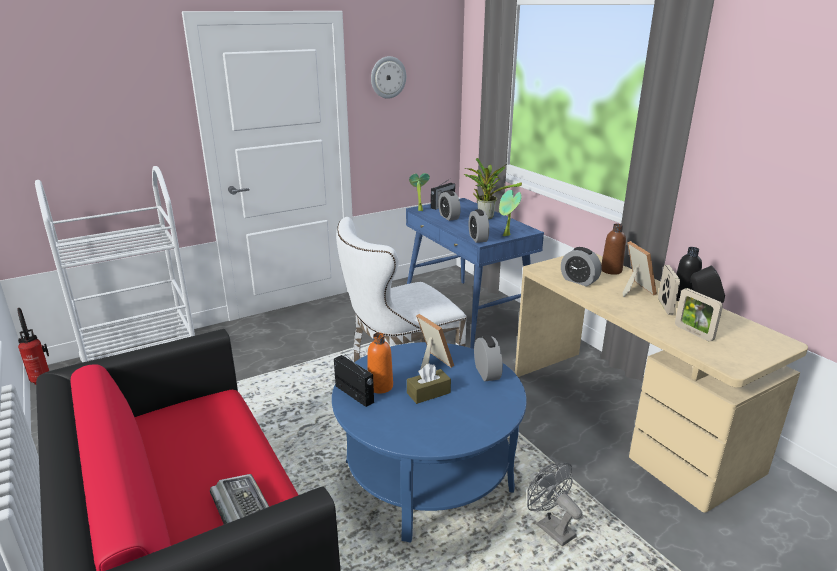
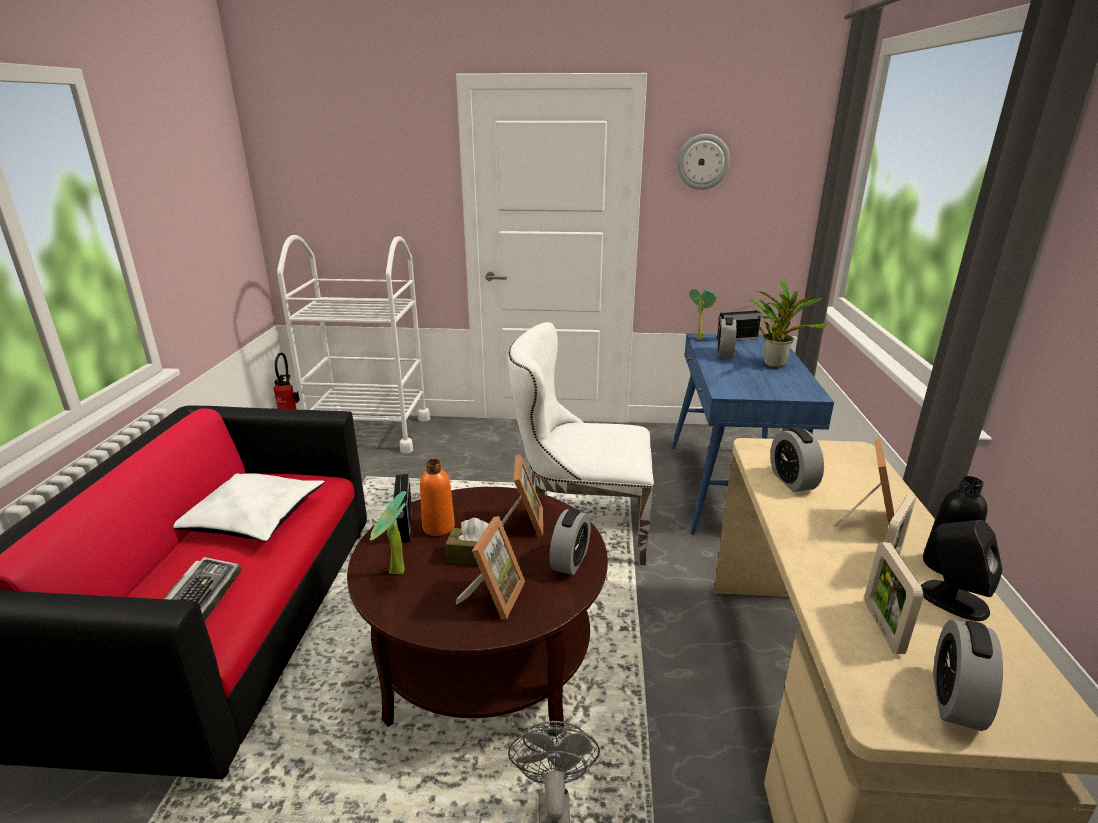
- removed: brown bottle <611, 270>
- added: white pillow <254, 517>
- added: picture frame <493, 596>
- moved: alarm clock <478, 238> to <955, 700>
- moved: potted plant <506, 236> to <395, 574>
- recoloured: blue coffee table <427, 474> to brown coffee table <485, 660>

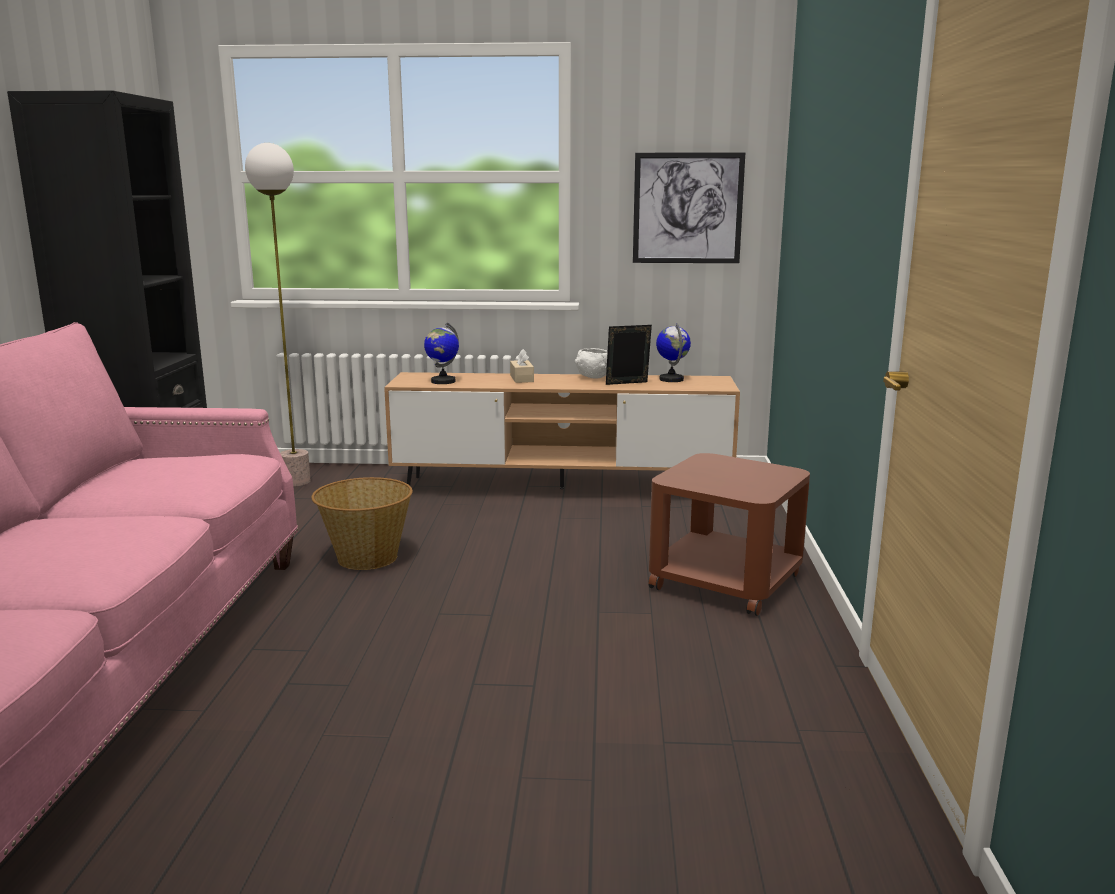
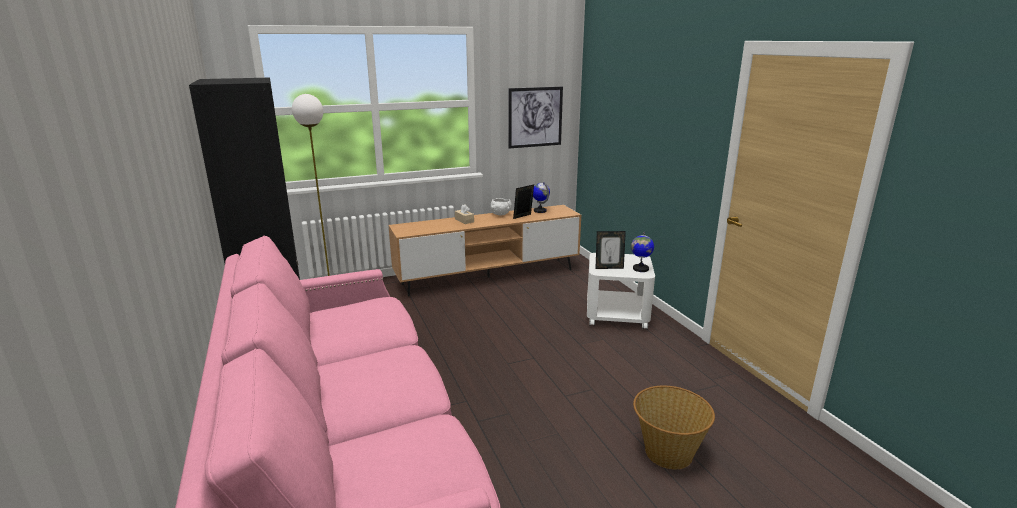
- added: picture frame <609, 267>
- moved: basket <366, 557> to <667, 452>
- moved: globe <443, 381> to <640, 269>
- recoloured: brown side table <725, 581> to white side table <616, 314>

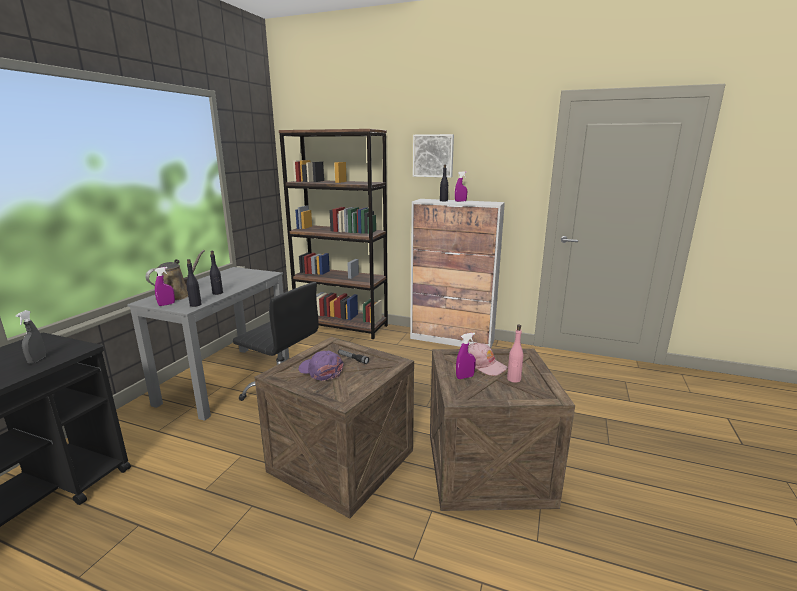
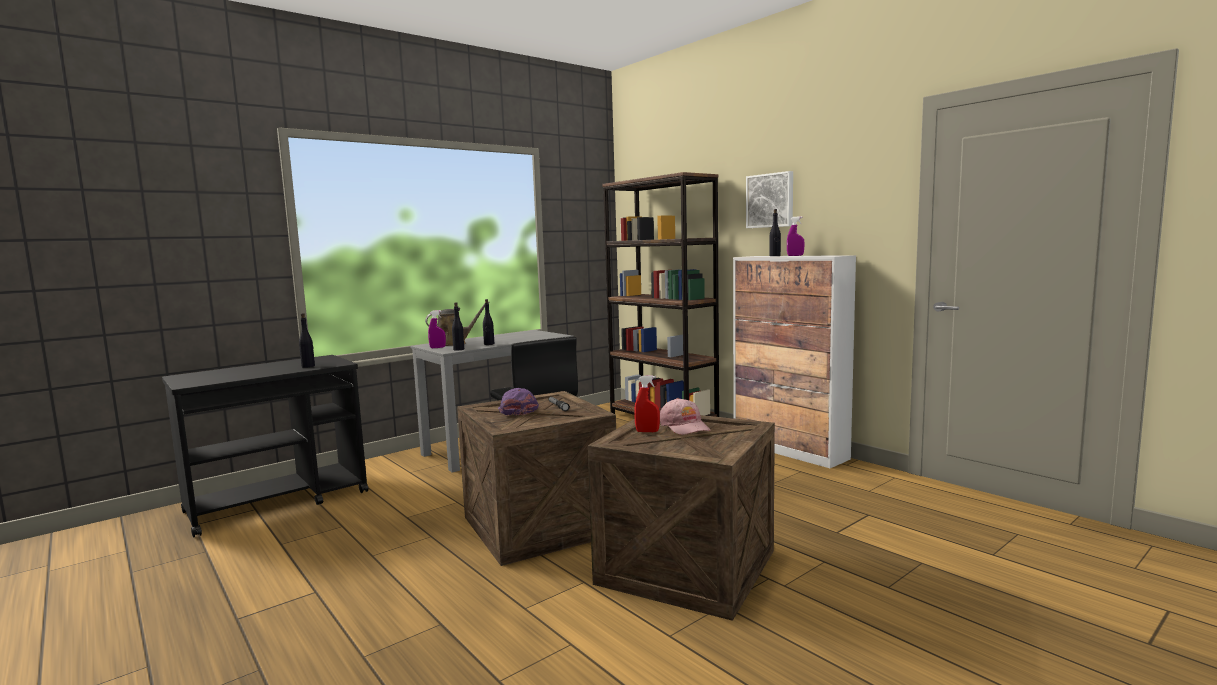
- removed: pink bottle <513, 379>
- replaced: grey spray bottle <37, 360> to black bottle <308, 366>
- recoloured: purple spray bottle <465, 377> to red spray bottle <647, 431>

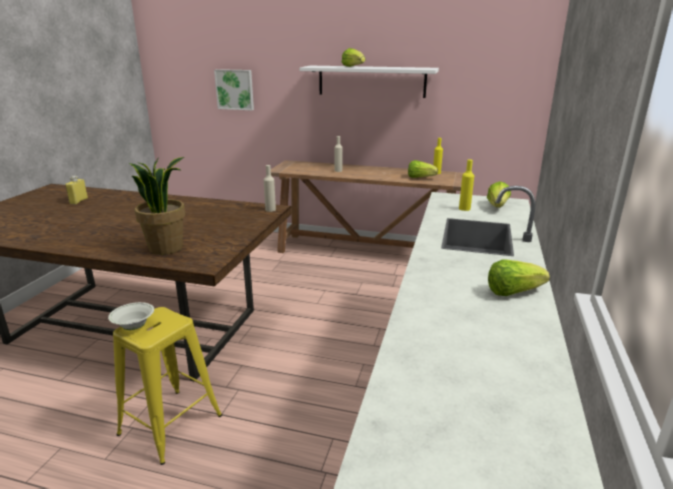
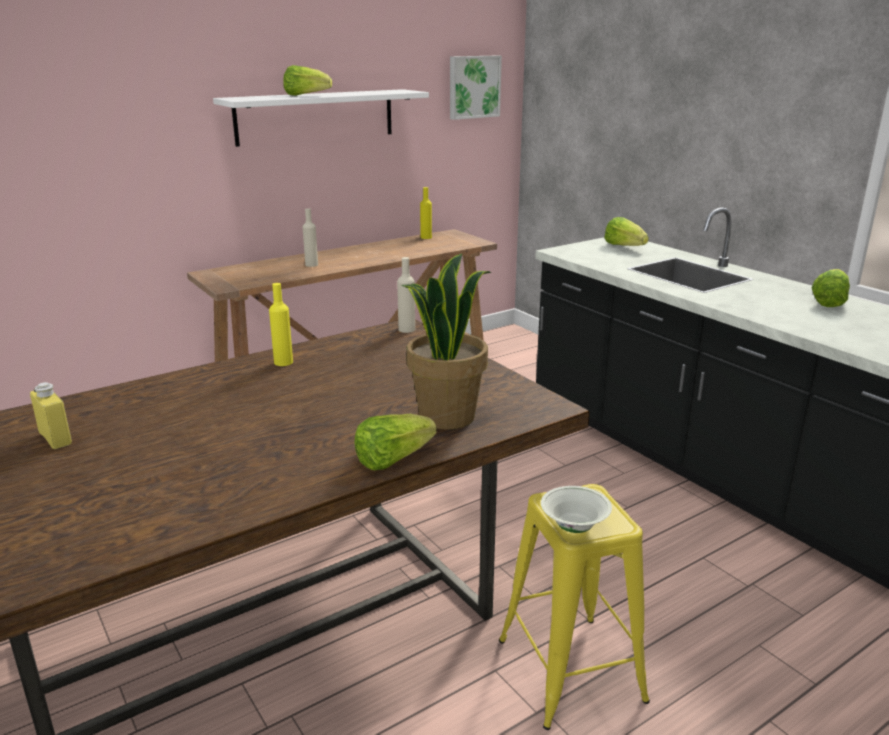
- moved: picture <235, 89> to <473, 87>
- moved: lettuce <420, 178> to <392, 459>
- moved: yellow bottle <464, 208> to <283, 362>

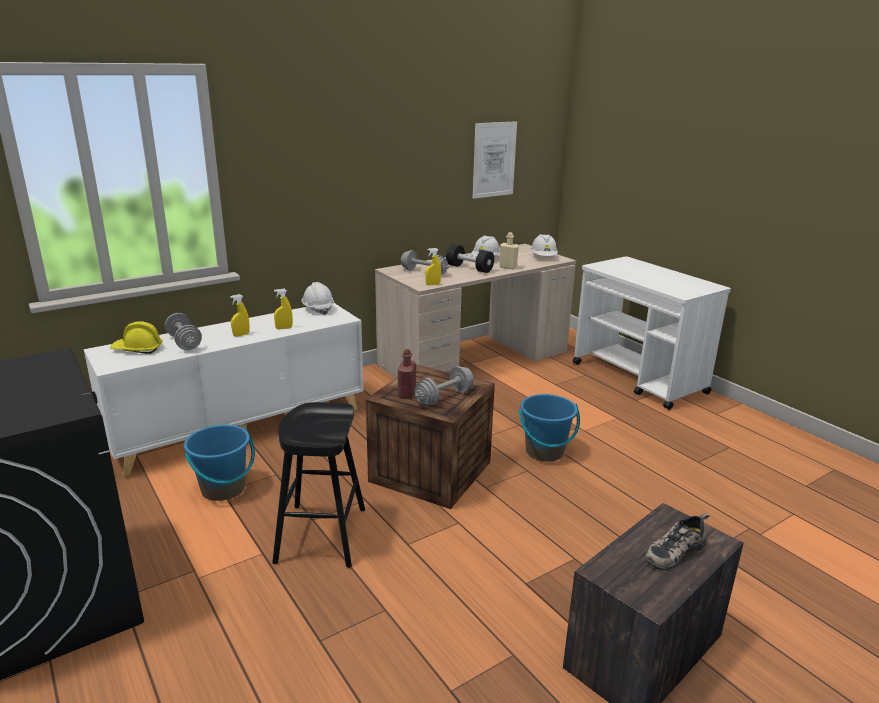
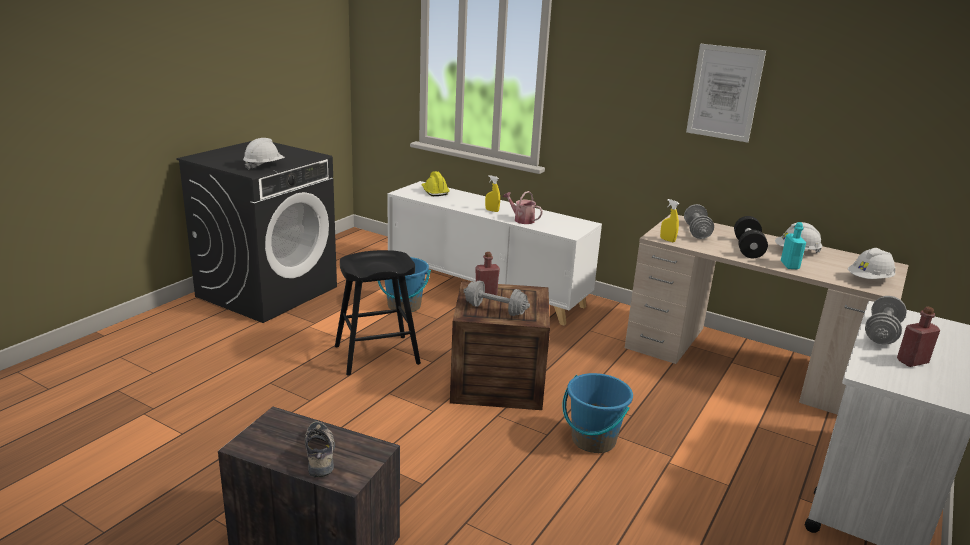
- added: red bottle <912, 361>
- moved: grey dumbbell <184, 342> to <881, 333>
- moved: white hard hat <318, 309> to <264, 166>
- moved: picture <494, 159> to <724, 93>
- replaced: yellow spray bottle <284, 328> to watering can <521, 219>
- recoloured: beige bottle <508, 267> to turquoise bottle <789, 265>
- turned: shoe <674, 550> = <321, 454> 45 degrees clockwise

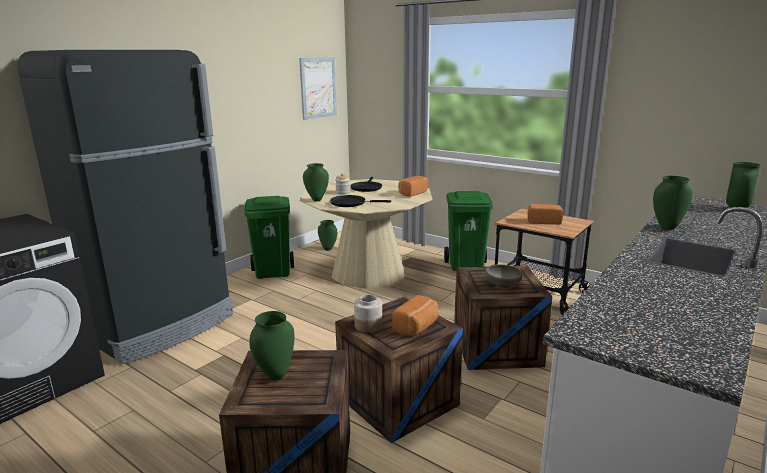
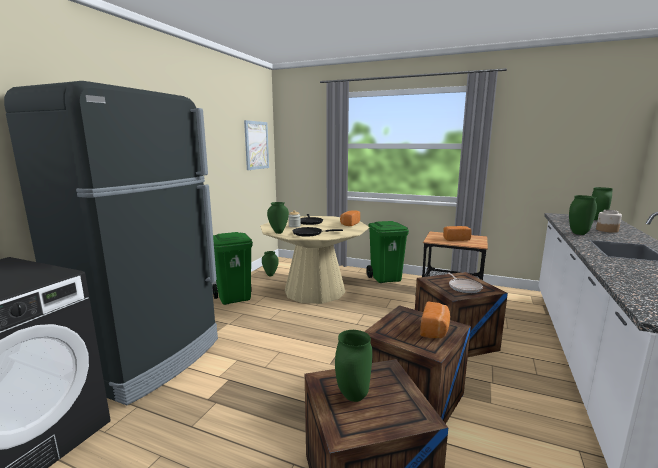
- moved: jar <368, 325> to <607, 230>
- replaced: grey bowl <502, 284> to frying pan <464, 287>

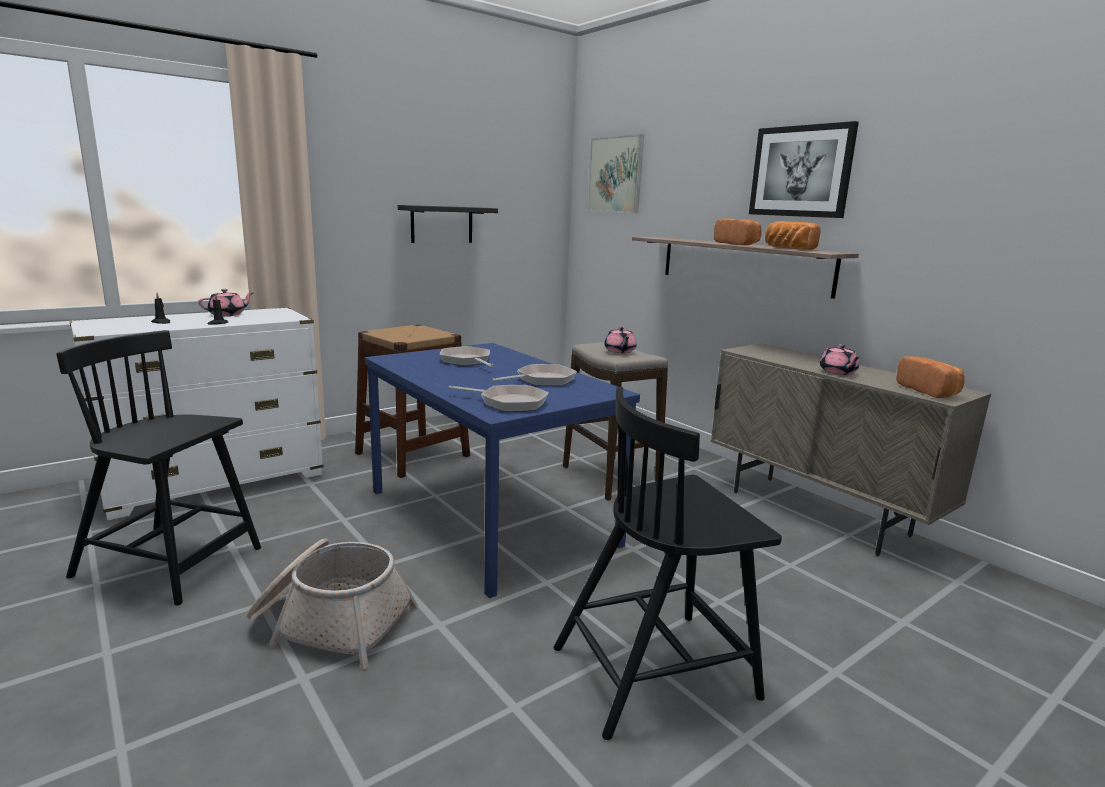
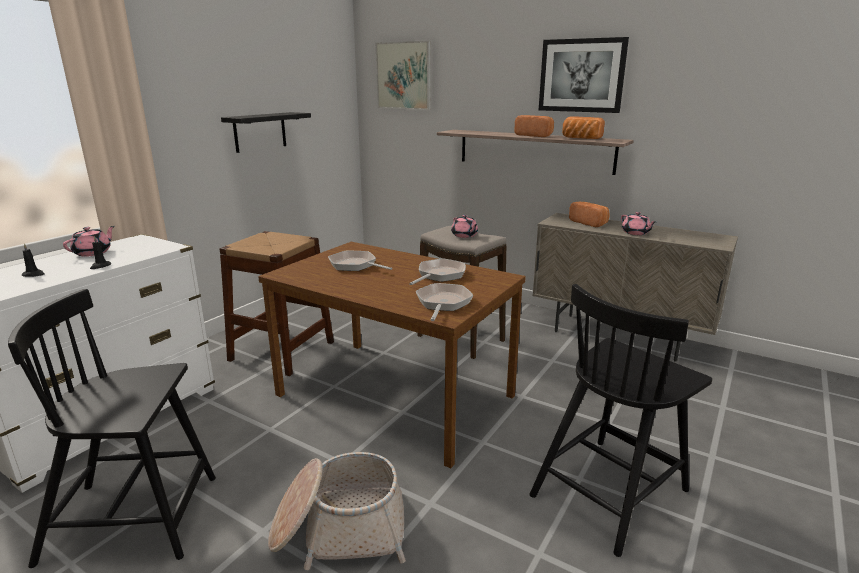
- moved: bread <930, 391> to <590, 223>
- recoloured: blue dining table <488, 516> to brown dining table <393, 395>
- turned: frying pan <509, 402> = <442, 303> 75 degrees counterclockwise

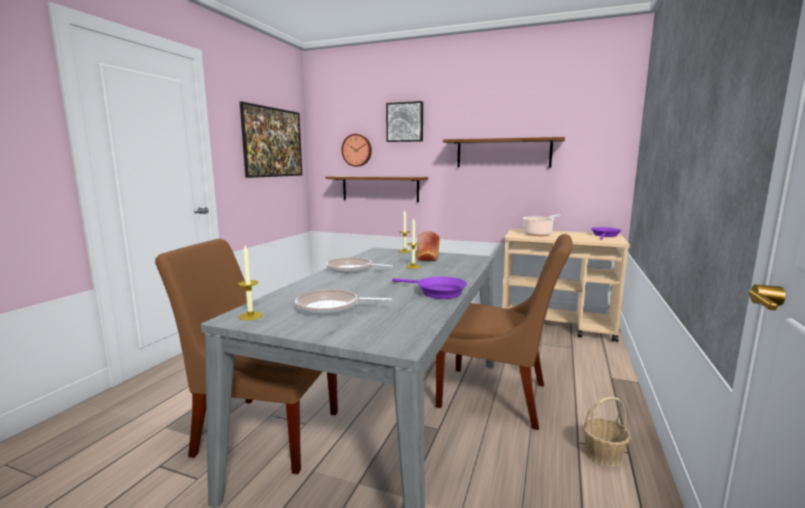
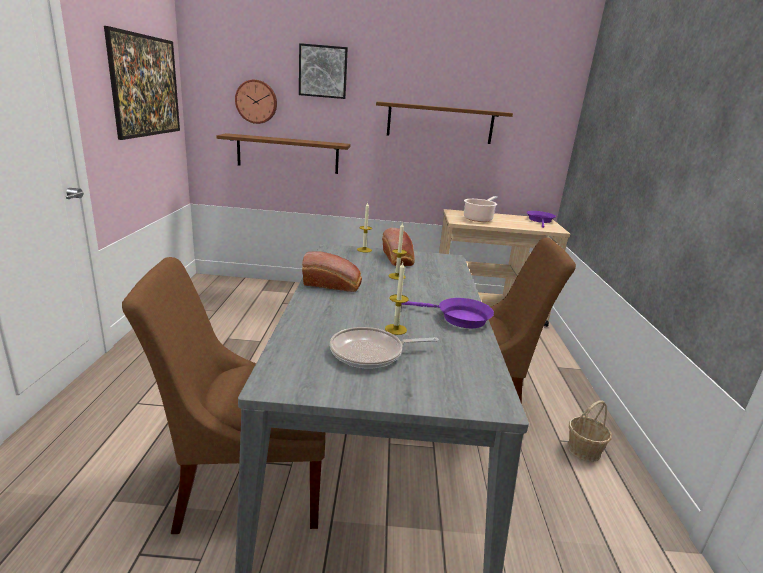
- moved: candle <250, 316> to <395, 329>
- replaced: frying pan <352, 269> to bread <333, 285>

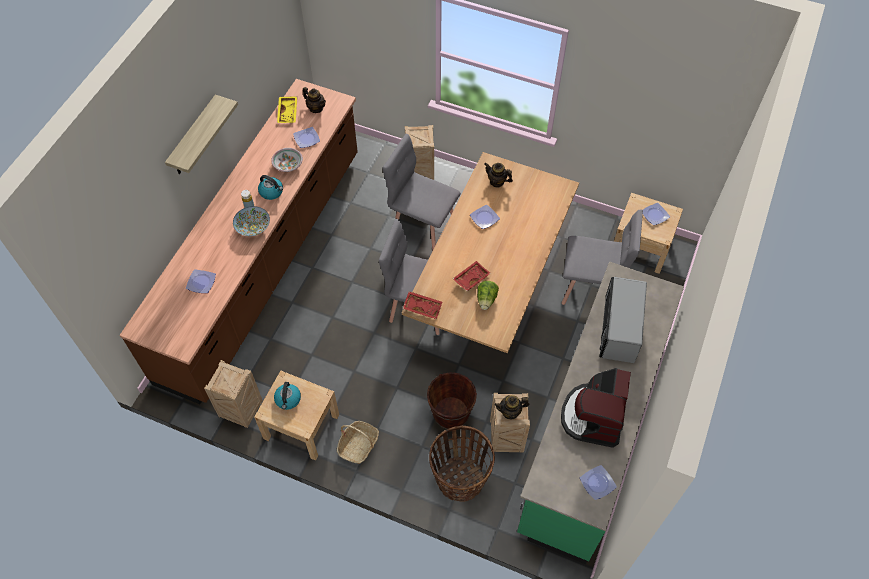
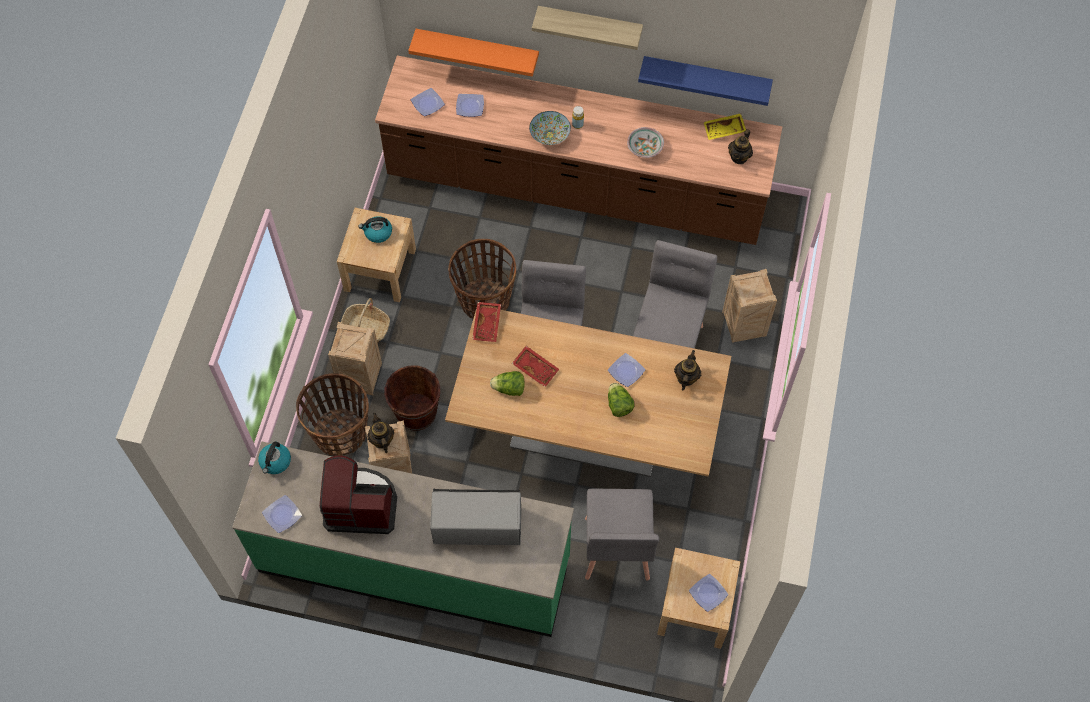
- added: orange shelf <477, 49>
- added: basket <484, 300>
- added: lettuce <618, 405>
- added: blue shelf <706, 77>
- moved: crate <240, 411> to <360, 377>
- moved: kettle <272, 192> to <275, 462>
- moved: plate <306, 139> to <428, 103>

